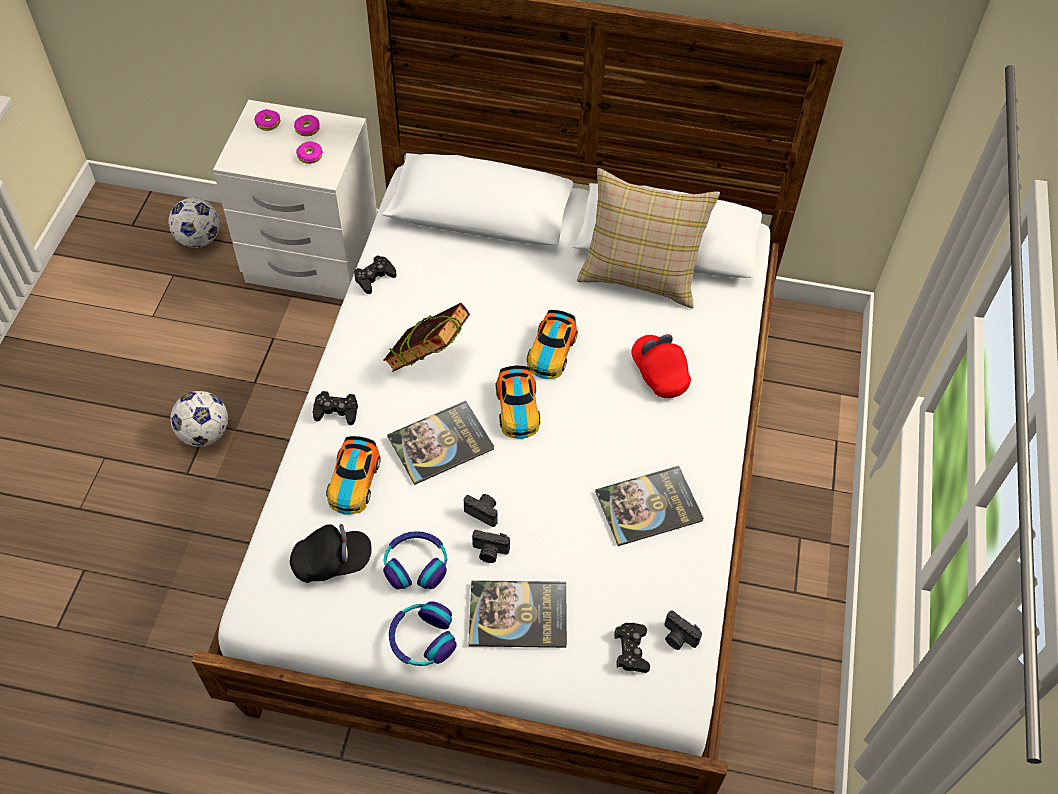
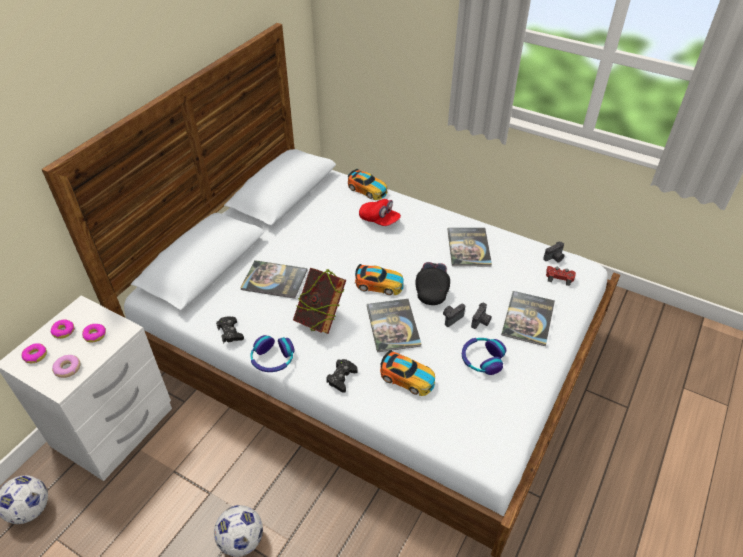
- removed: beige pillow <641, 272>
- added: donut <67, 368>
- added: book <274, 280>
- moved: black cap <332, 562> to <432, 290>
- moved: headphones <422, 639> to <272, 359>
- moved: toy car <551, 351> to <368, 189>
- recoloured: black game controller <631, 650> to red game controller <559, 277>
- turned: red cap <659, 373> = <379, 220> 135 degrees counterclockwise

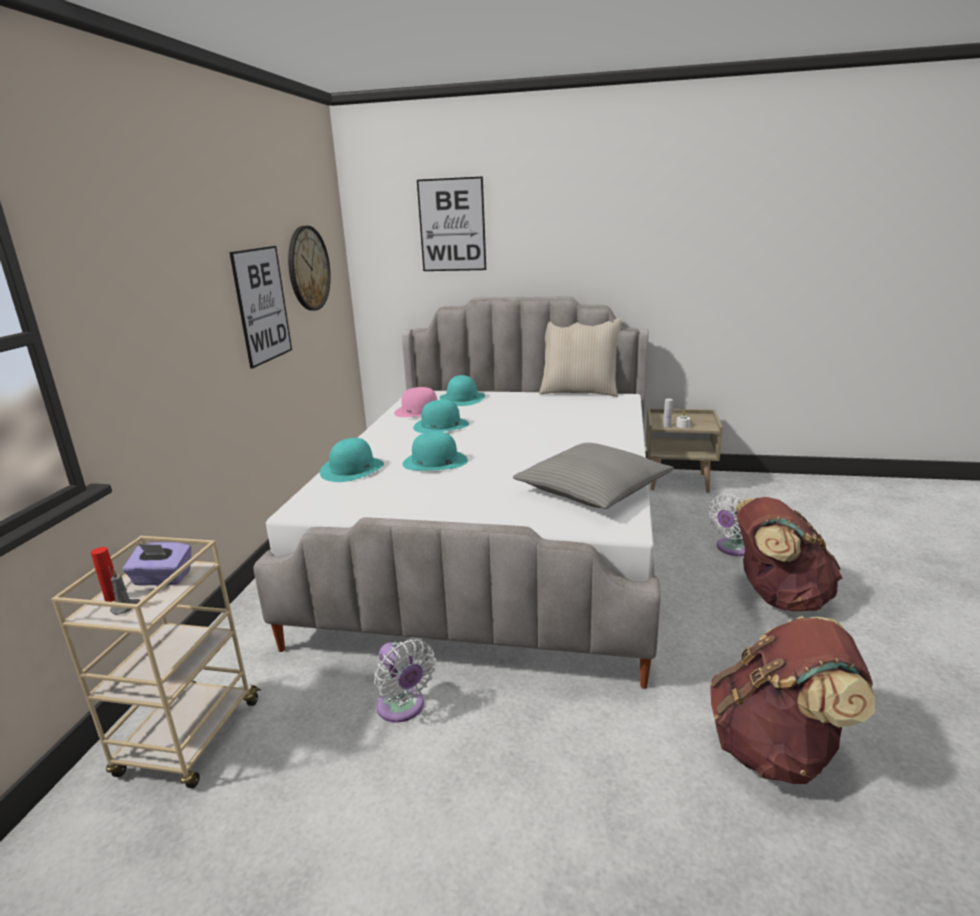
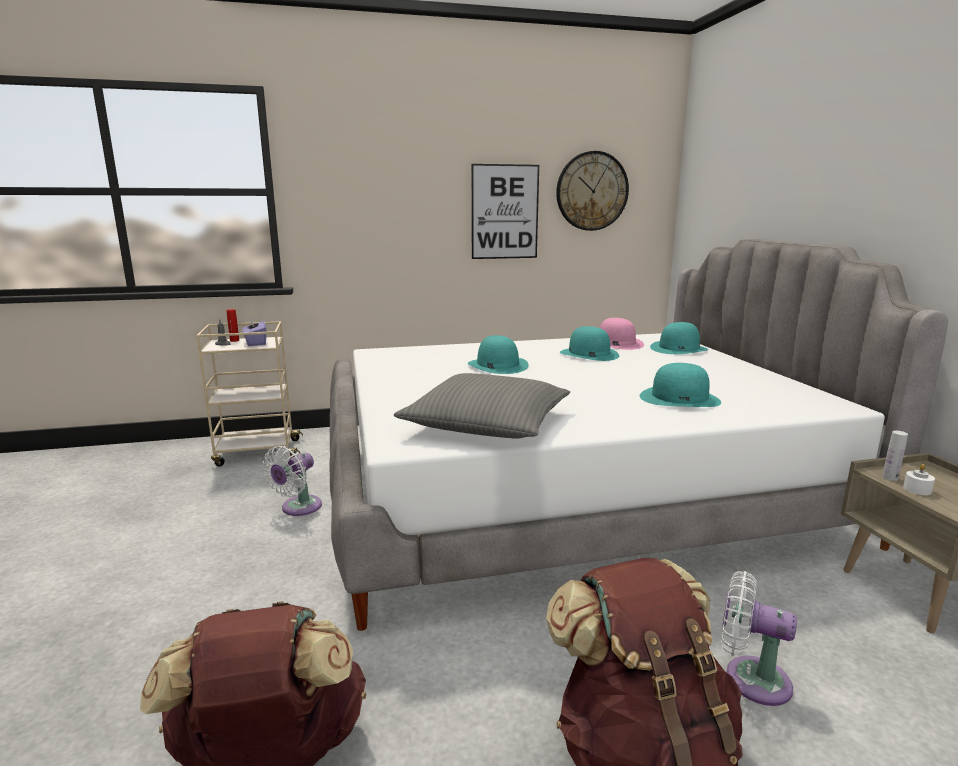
- removed: picture <452, 225>
- removed: beige pillow <579, 392>
- moved: turquoise hat <352, 469> to <679, 398>

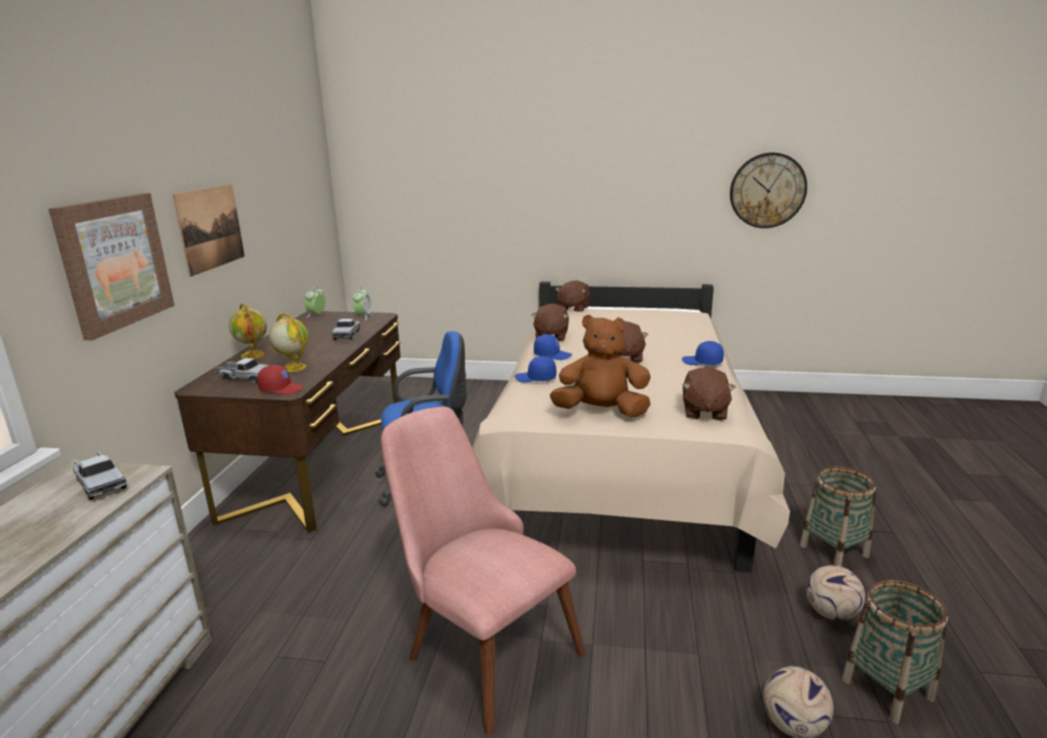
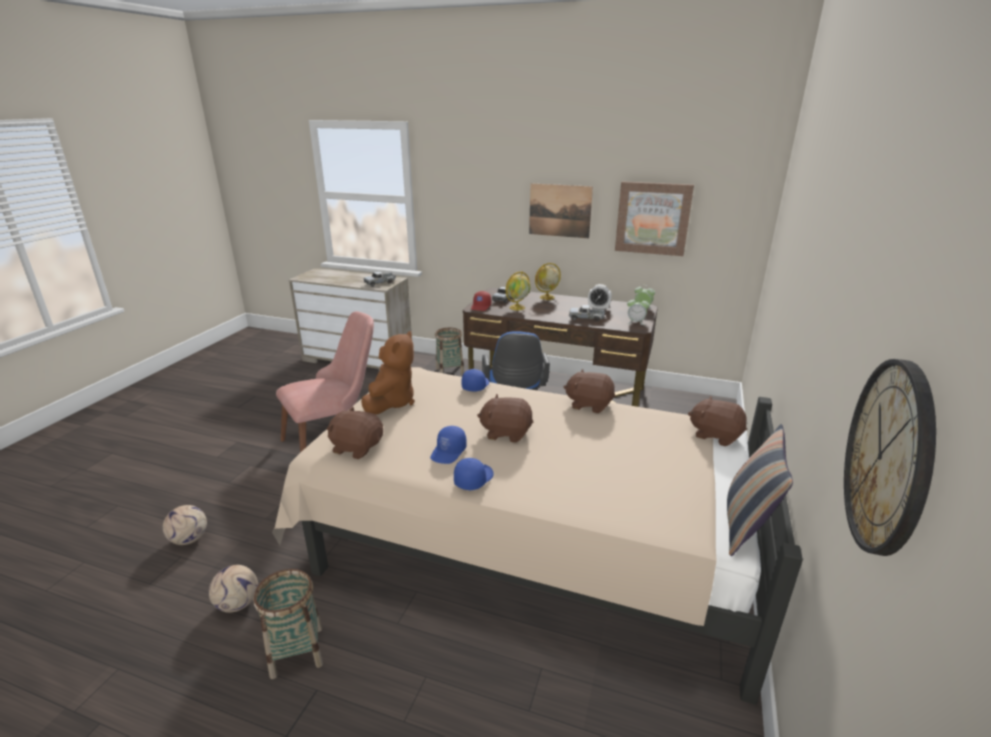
- added: alarm clock <598, 309>
- added: pillow <746, 525>
- moved: picture <114, 262> to <653, 218>
- moved: blue cap <552, 355> to <449, 452>
- moved: basket <887, 689> to <450, 372>

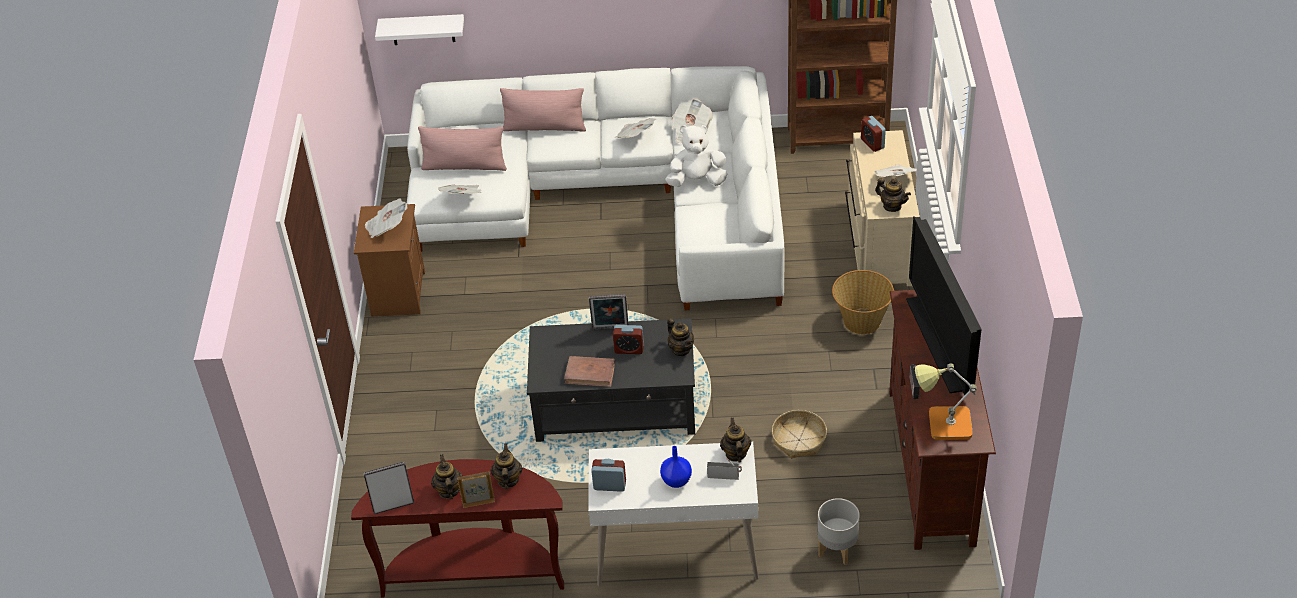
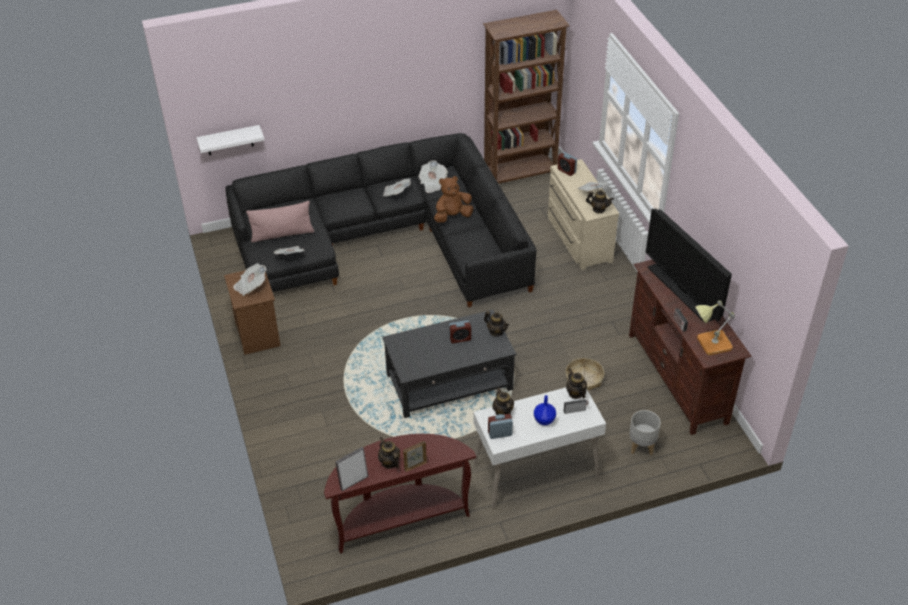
- removed: pink pillow <544, 127>
- removed: brown book <590, 373>
- removed: picture frame <610, 329>
- removed: basket <861, 321>
- moved: teapot <507, 480> to <503, 412>
- recoloured: white sofa <614, 198> to black sofa <385, 240>
- recoloured: white plush toy <697, 181> to brown plush toy <452, 216>

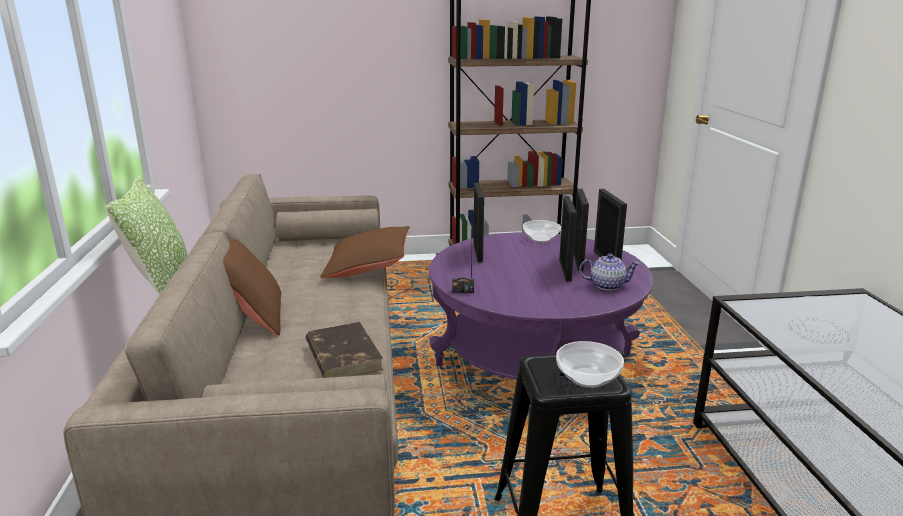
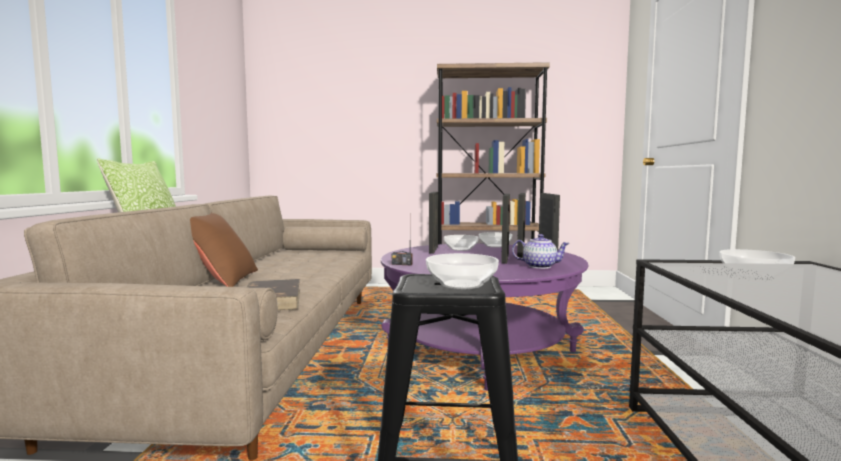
- removed: brown pillow <368, 267>
- added: bowl <460, 249>

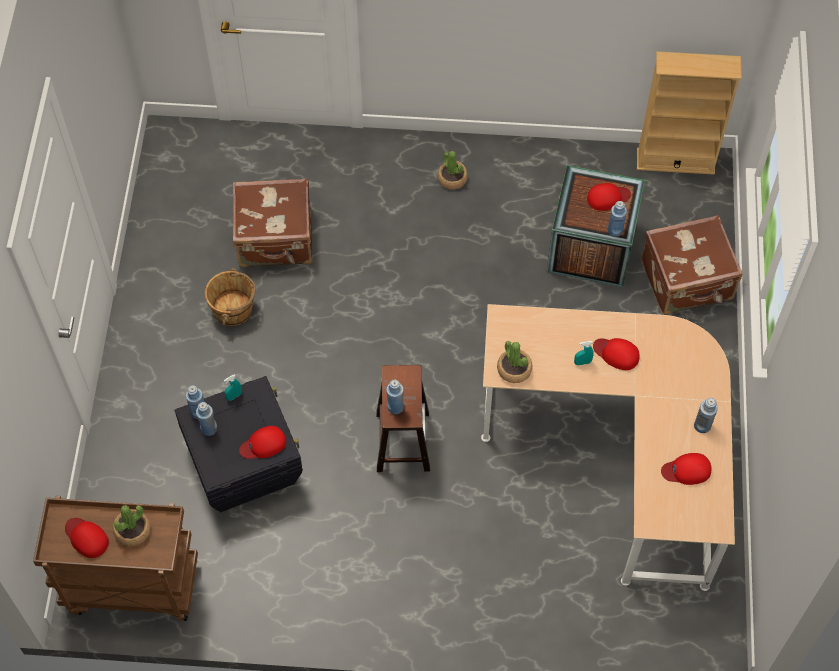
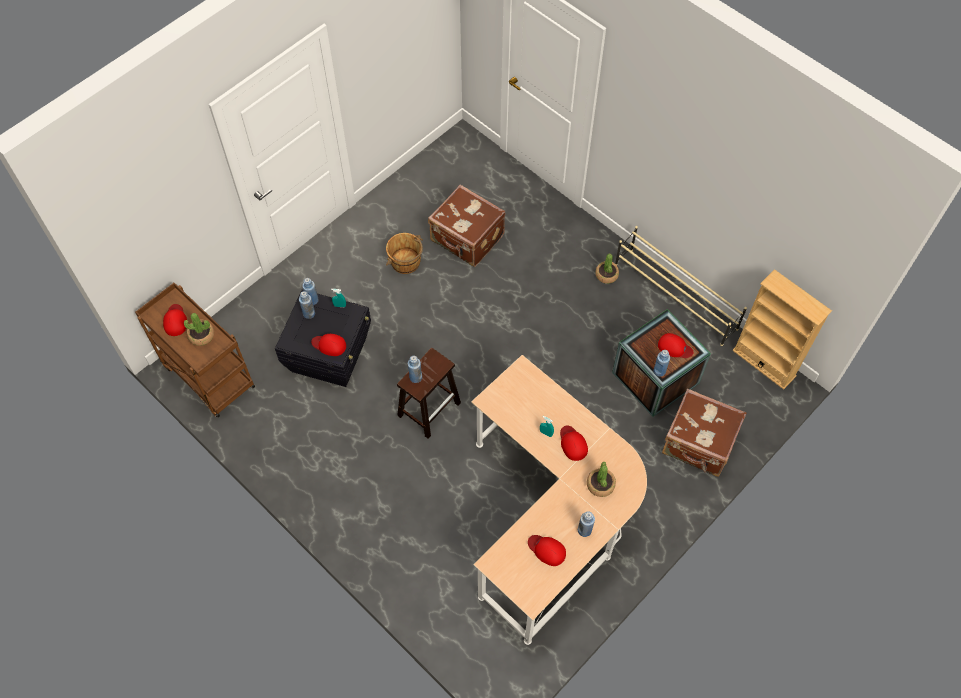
- added: beige shoe rack <675, 297>
- moved: potted plant <514, 369> to <600, 484>

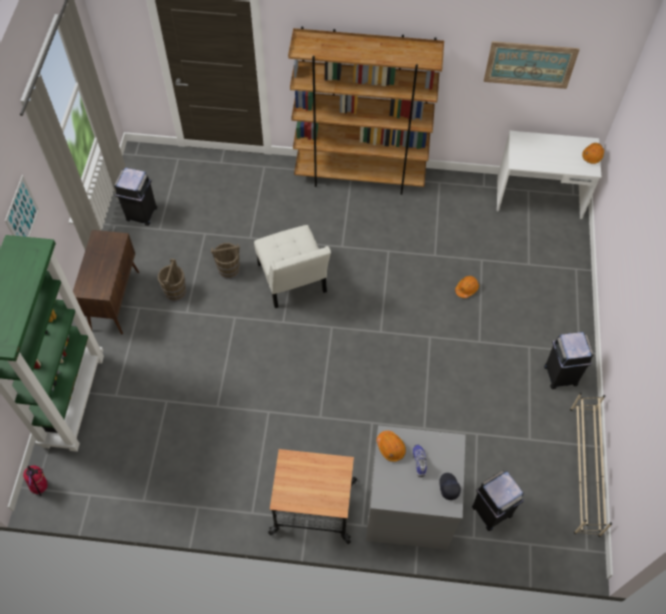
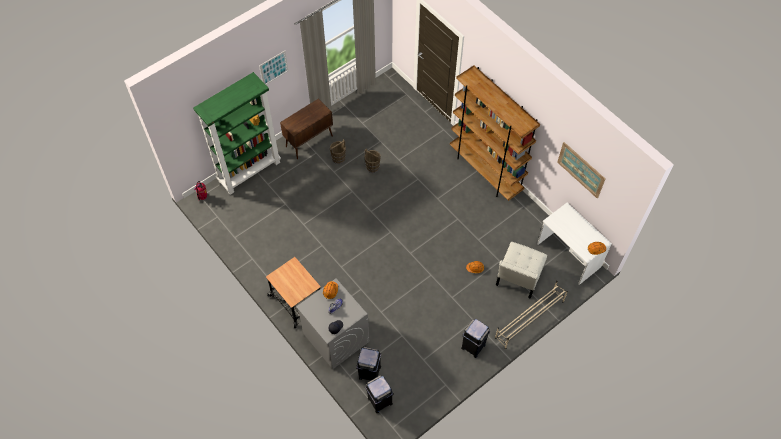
- moved: black trash can <141, 214> to <379, 401>
- moved: white chair <293, 282> to <517, 279>
- moved: beige shoe rack <584, 470> to <529, 319>

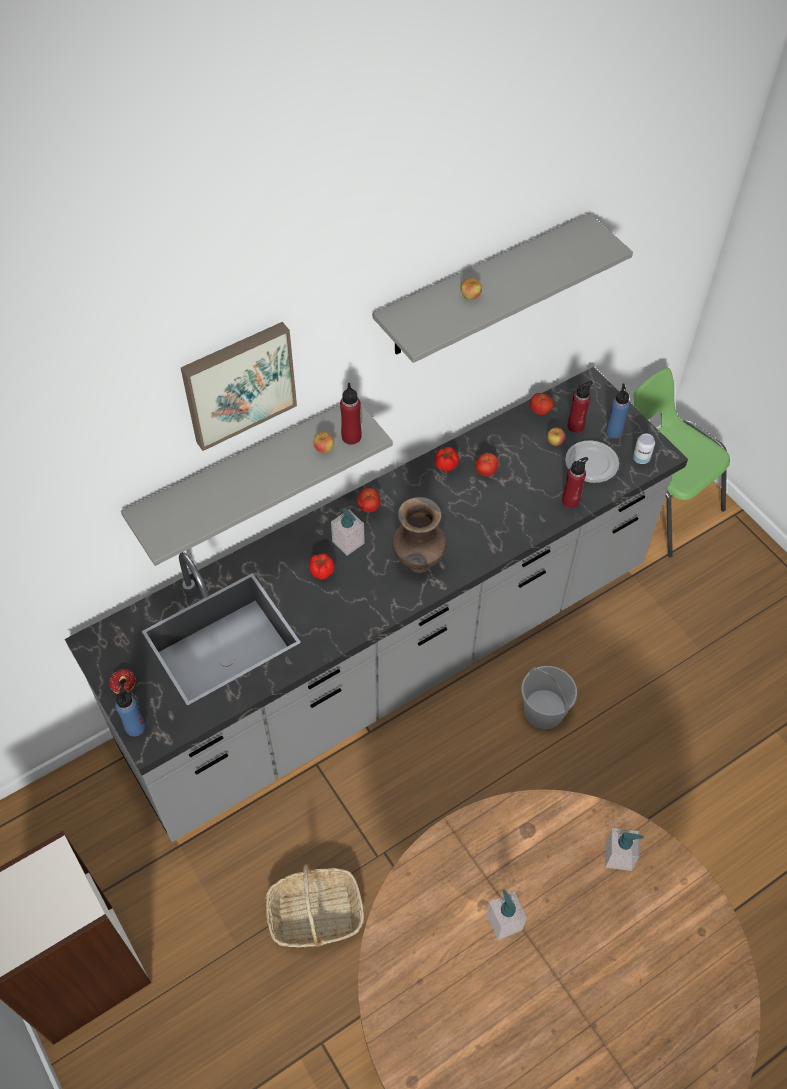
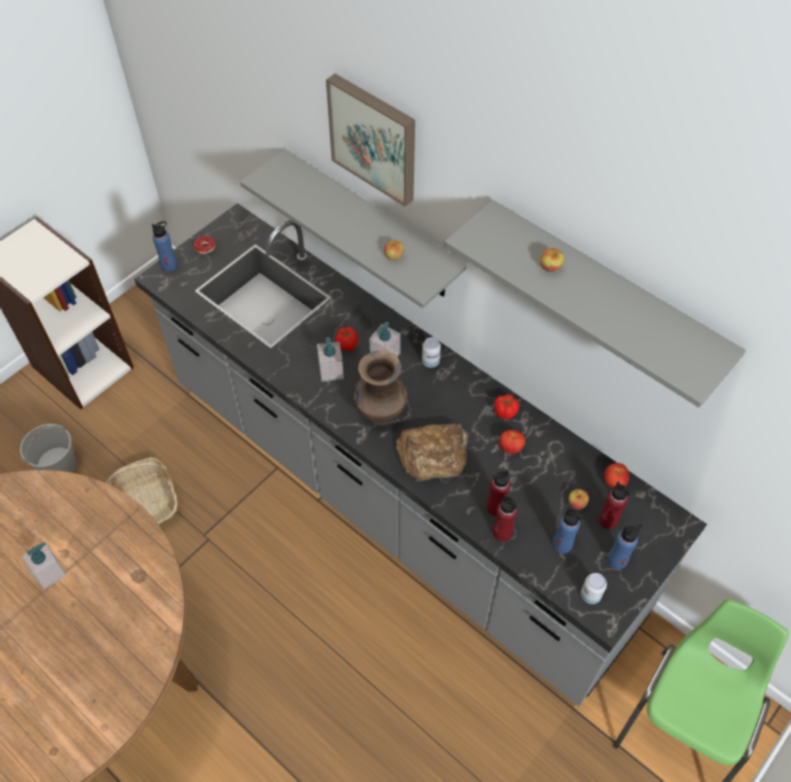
- added: bread <433, 454>
- moved: red bottle <351, 437> to <495, 507>
- moved: white bucket <544, 711> to <57, 466>
- moved: soap dispenser <618, 856> to <331, 371>
- replaced: tomato <368, 507> to can <430, 361>
- replaced: plate <591, 463> to blue bottle <562, 545>

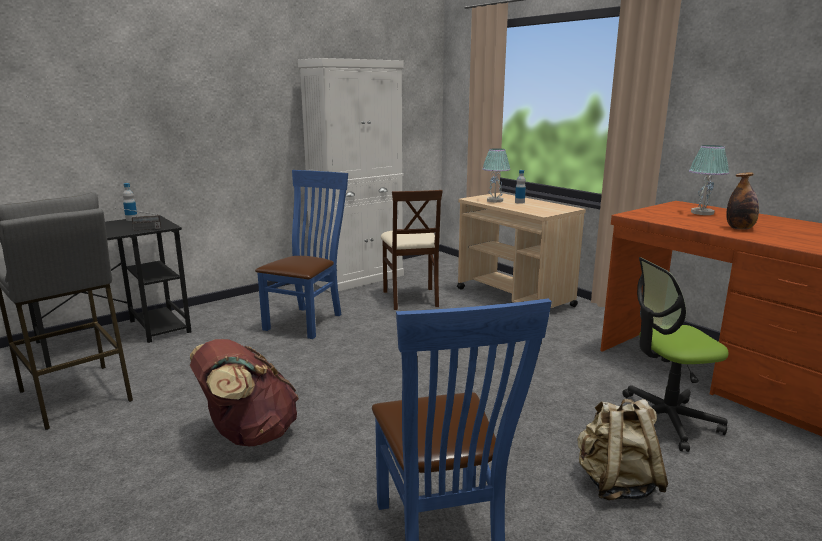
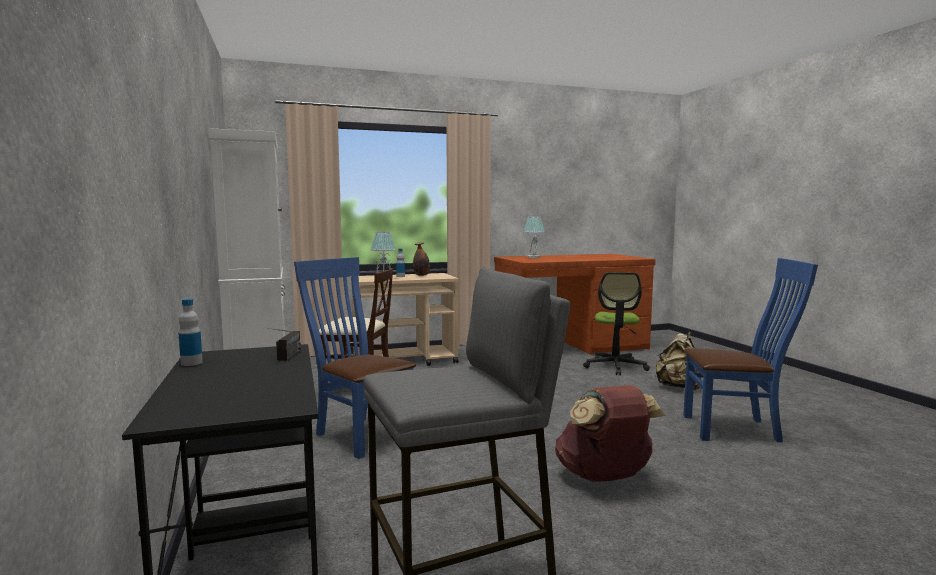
- moved: bottle <740, 228> to <421, 275>

